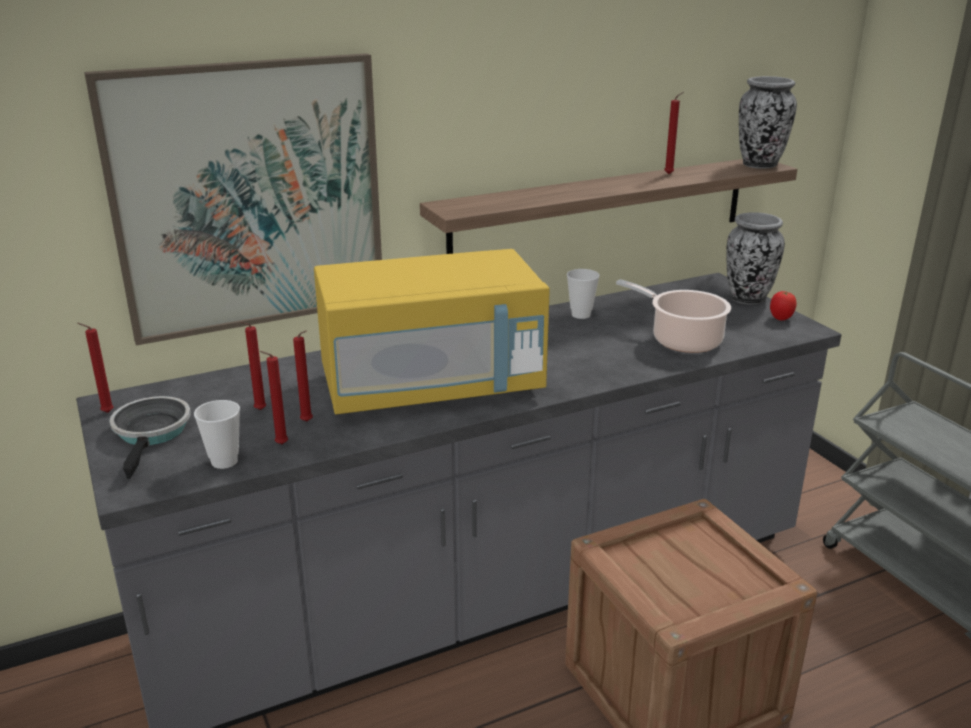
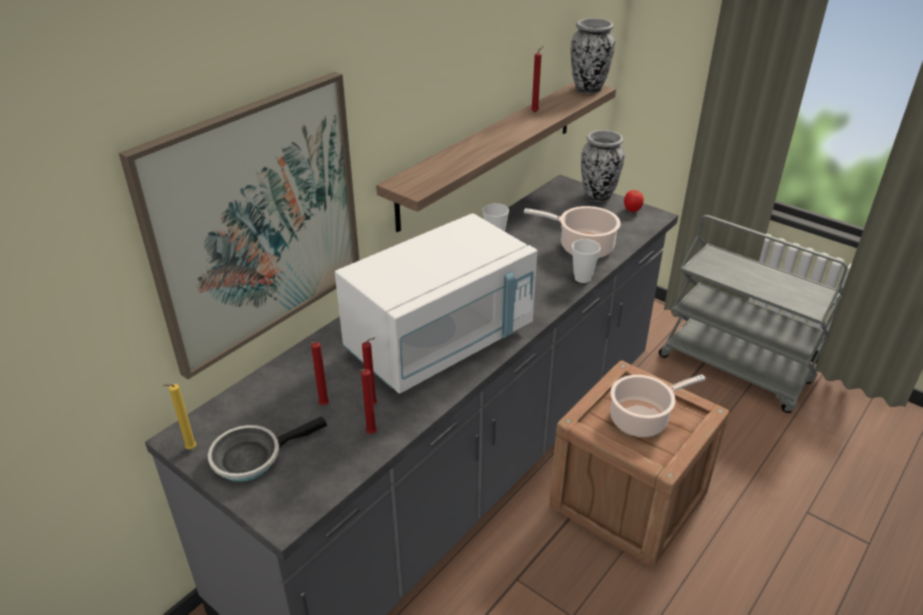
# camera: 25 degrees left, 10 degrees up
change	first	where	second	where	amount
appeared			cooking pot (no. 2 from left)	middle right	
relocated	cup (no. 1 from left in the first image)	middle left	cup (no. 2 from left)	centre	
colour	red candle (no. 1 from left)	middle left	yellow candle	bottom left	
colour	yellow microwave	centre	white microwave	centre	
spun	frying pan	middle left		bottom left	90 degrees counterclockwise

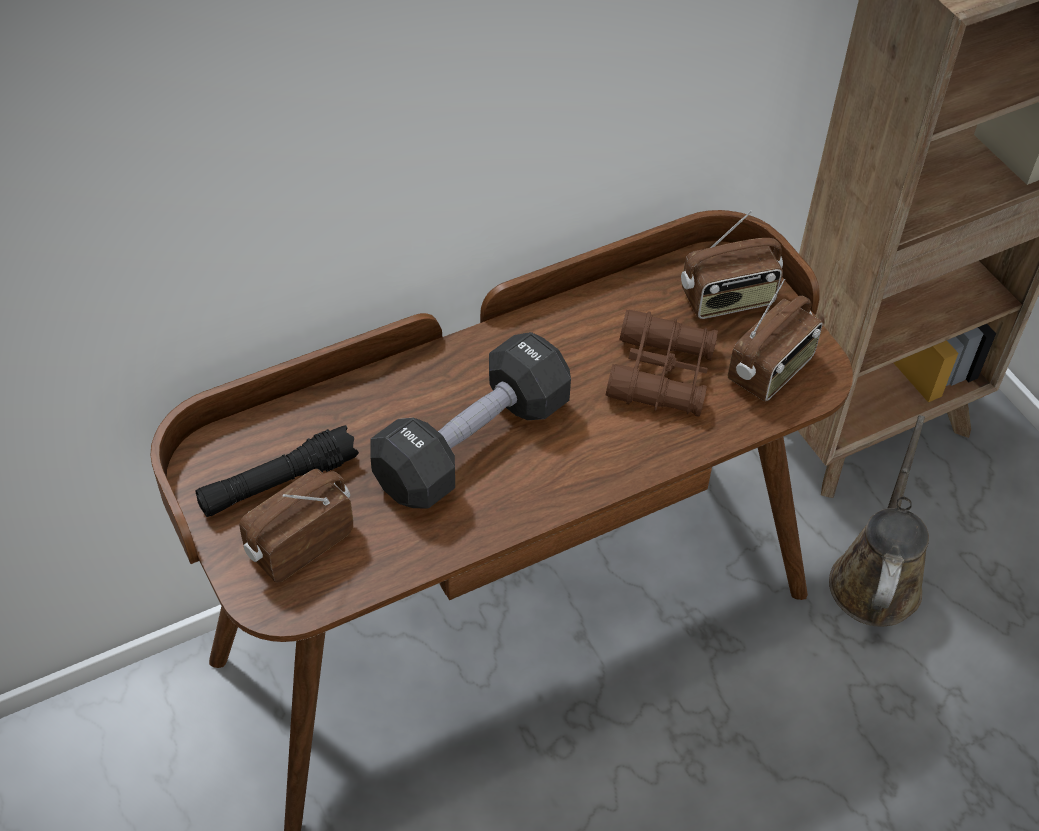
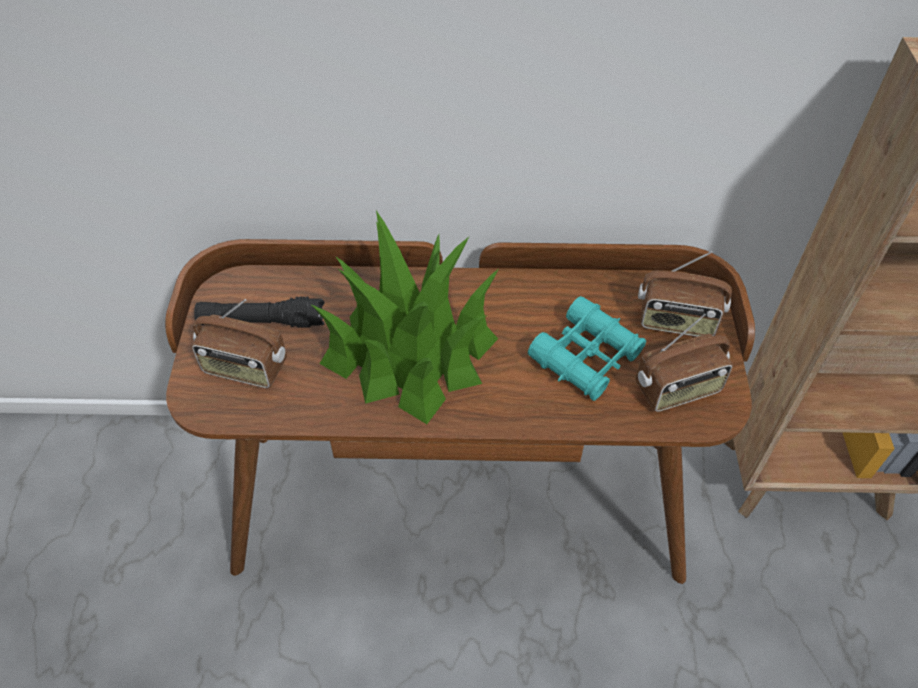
# camera: 30 degrees right, 0 degrees up
change	first	where	second	where	amount
missing	brown watering can	middle right			
exchanged	black dumbbell	centre	potted plant	centre	
colour	brown binoculars	centre	turquoise binoculars	centre	
spun	radio (no. 1 from left)	middle left		middle left	150 degrees counterclockwise

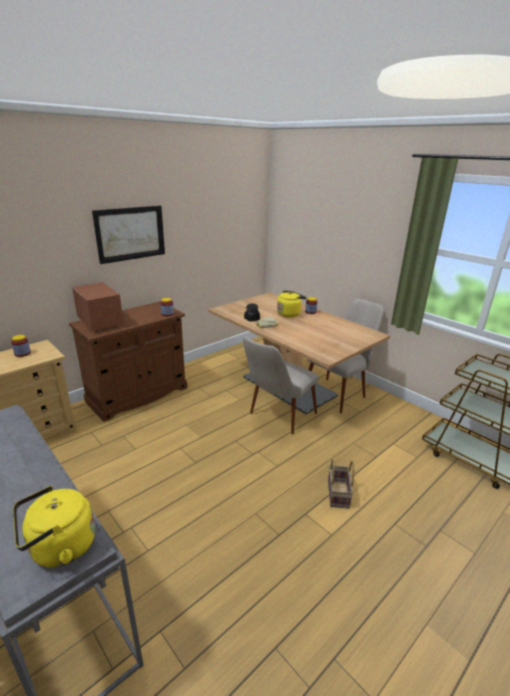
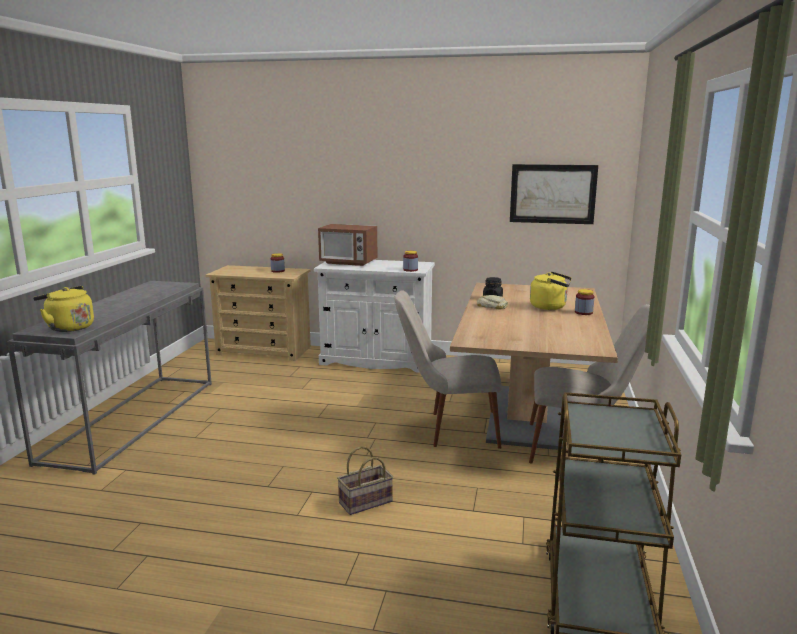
# camera: 55 degrees right, 10 degrees down
change	first	where	second	where	amount
relocated	picture	middle left		top right	
colour	brown cabinet	middle left	white cabinet	centre	
spun	microwave	middle left		centre	90 degrees clockwise

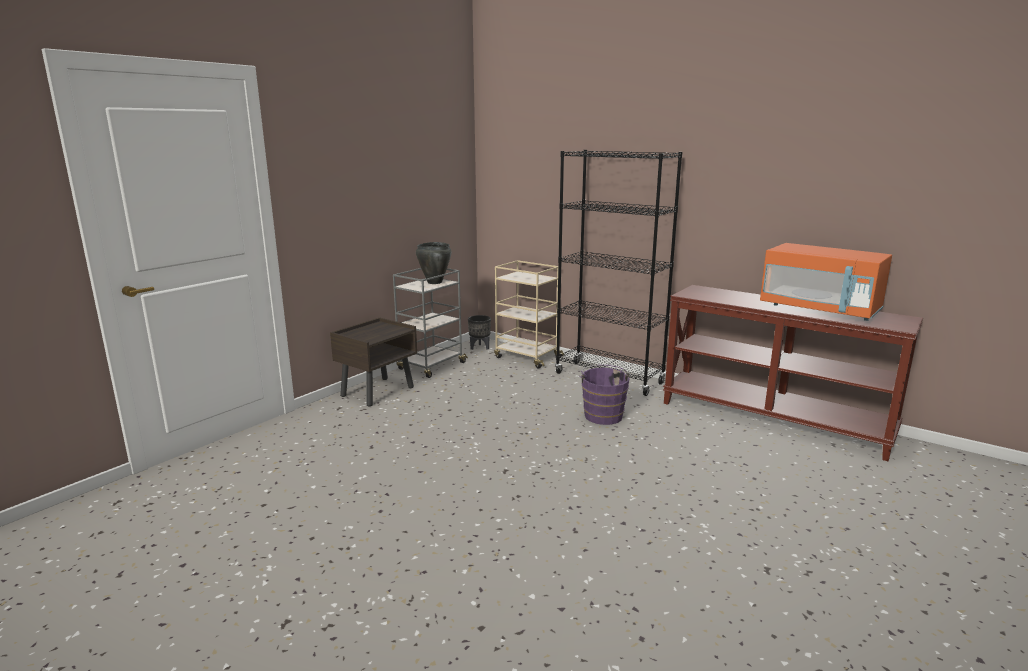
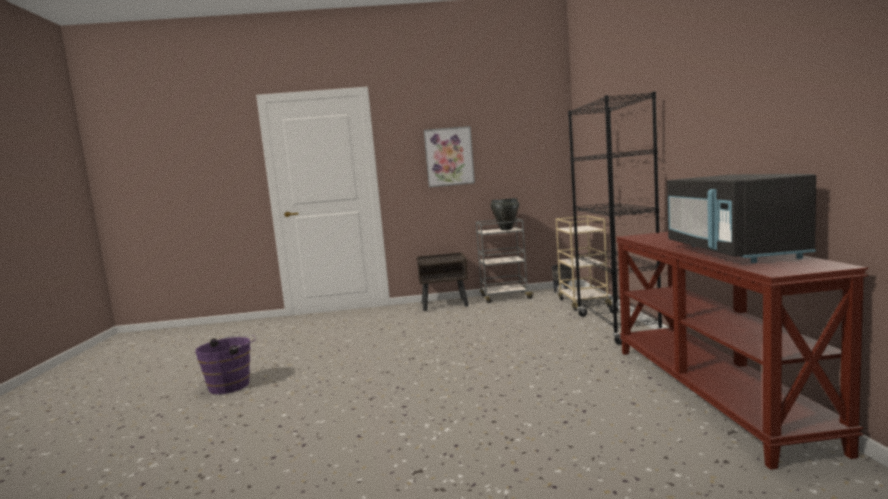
# camera: 50 degrees right, 10 degrees down
change	first	where	second	where	amount
appeared			picture	top centre	
relocated	purple bucket	centre		bottom left	
colour	orange microwave	middle right	black microwave	middle right	

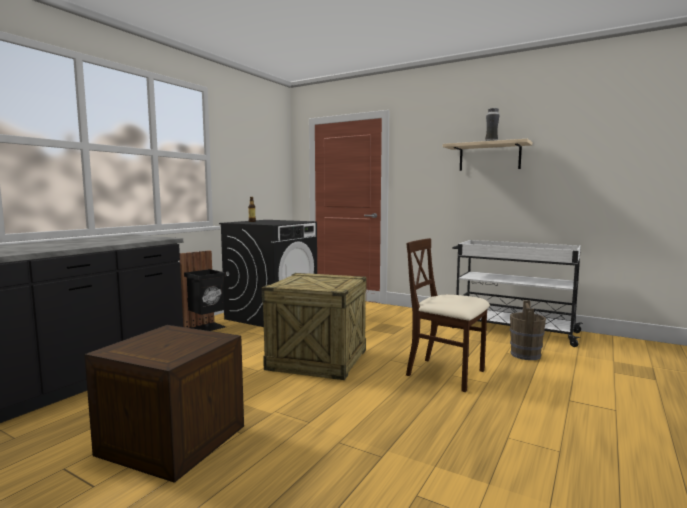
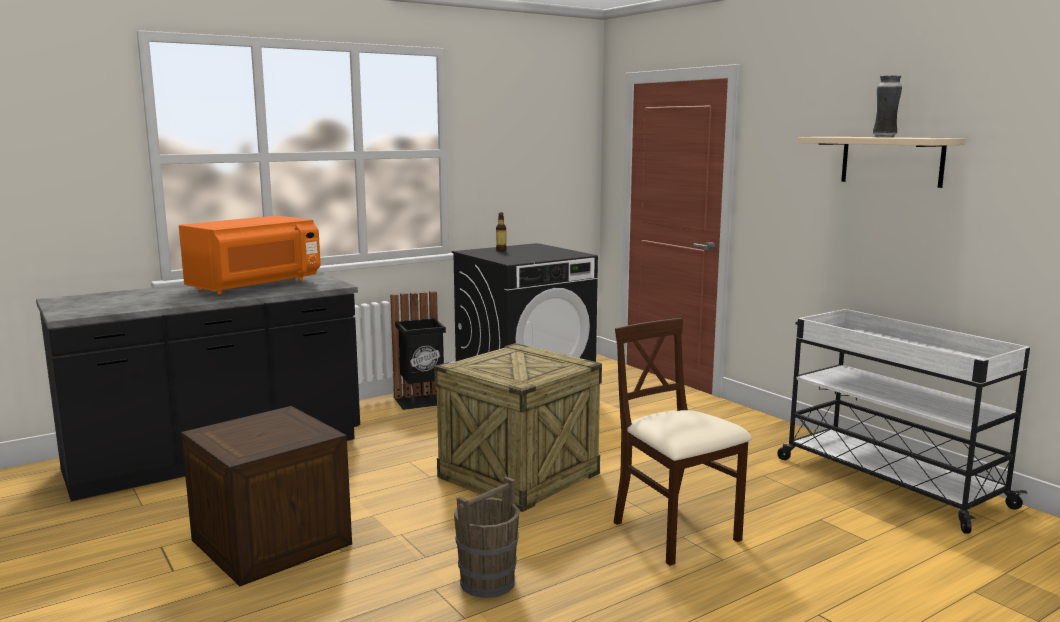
# camera: 25 degrees right, 5 degrees up
change	first	where	second	where	amount
appeared			orange microwave	middle left	
relocated	brown bucket	middle right		bottom centre	

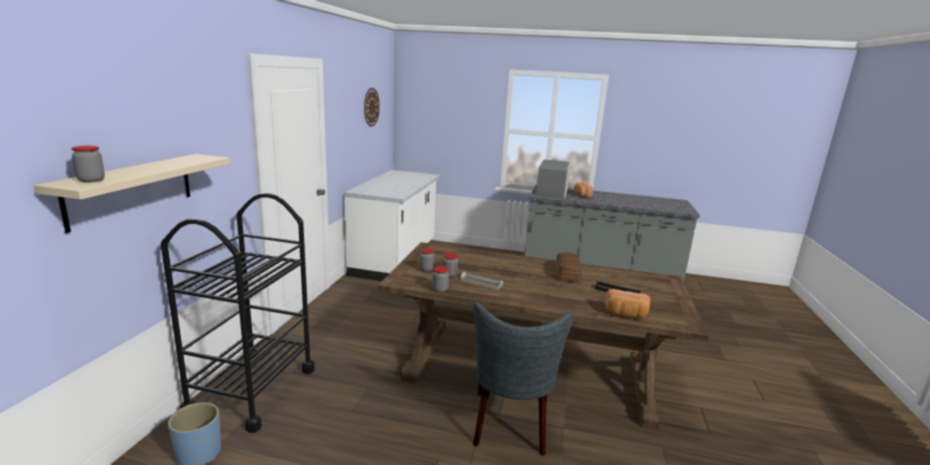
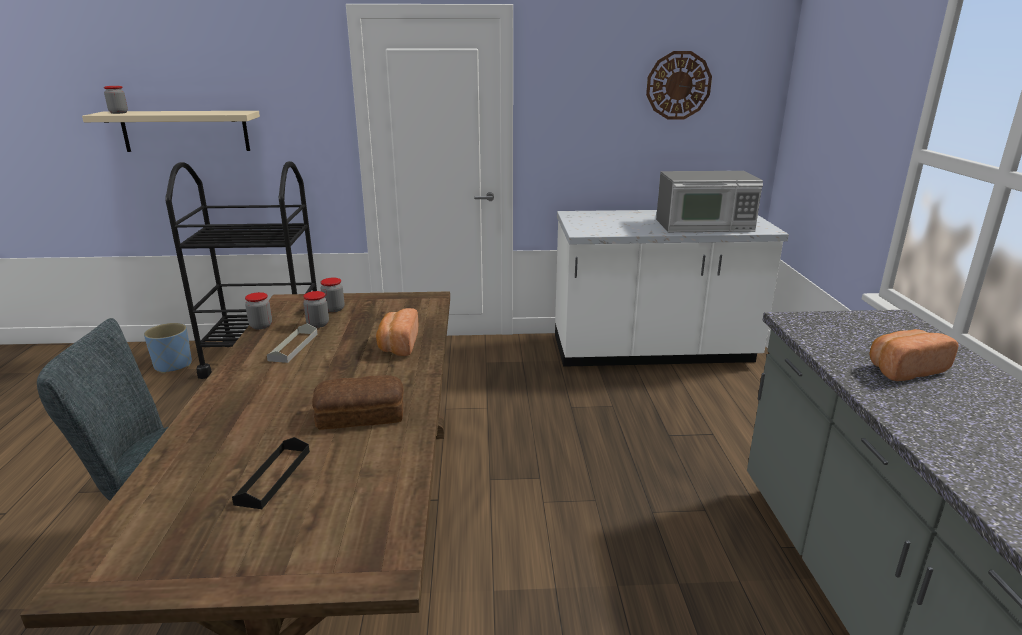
# camera: 75 degrees right, 5 degrees up
change	first	where	second	where	amount
relocated	microwave	centre		top right	
relocated	bread (no. 3 from left in the first image)	middle right	bread (no. 2 from left)	centre	

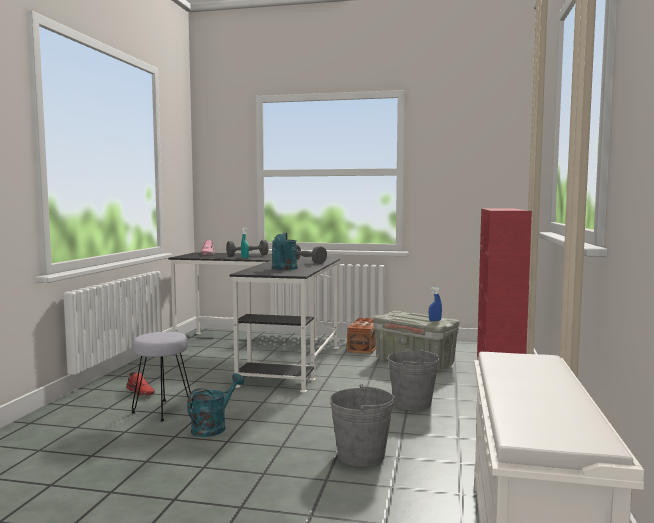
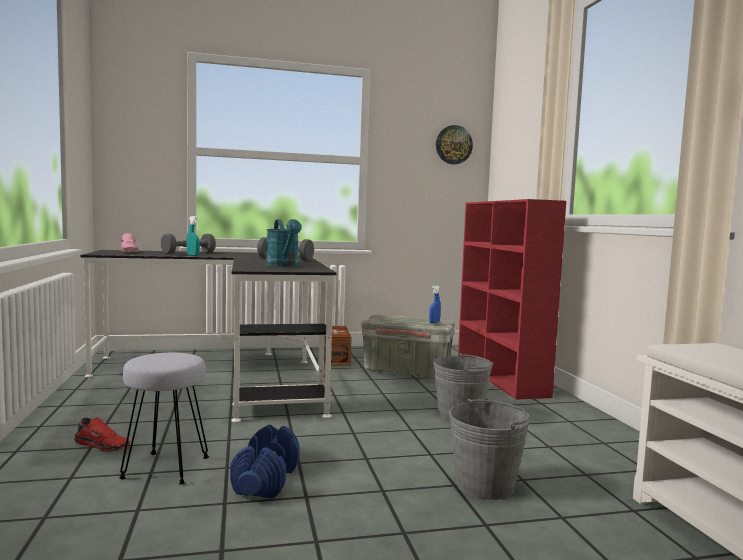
# camera: 25 degrees left, 0 degrees up
change	first	where	second	where	amount
appeared			wall clock	top centre	
exchanged	turquoise watering can (no. 1 from left)	bottom left	blue dumbbell	bottom centre	

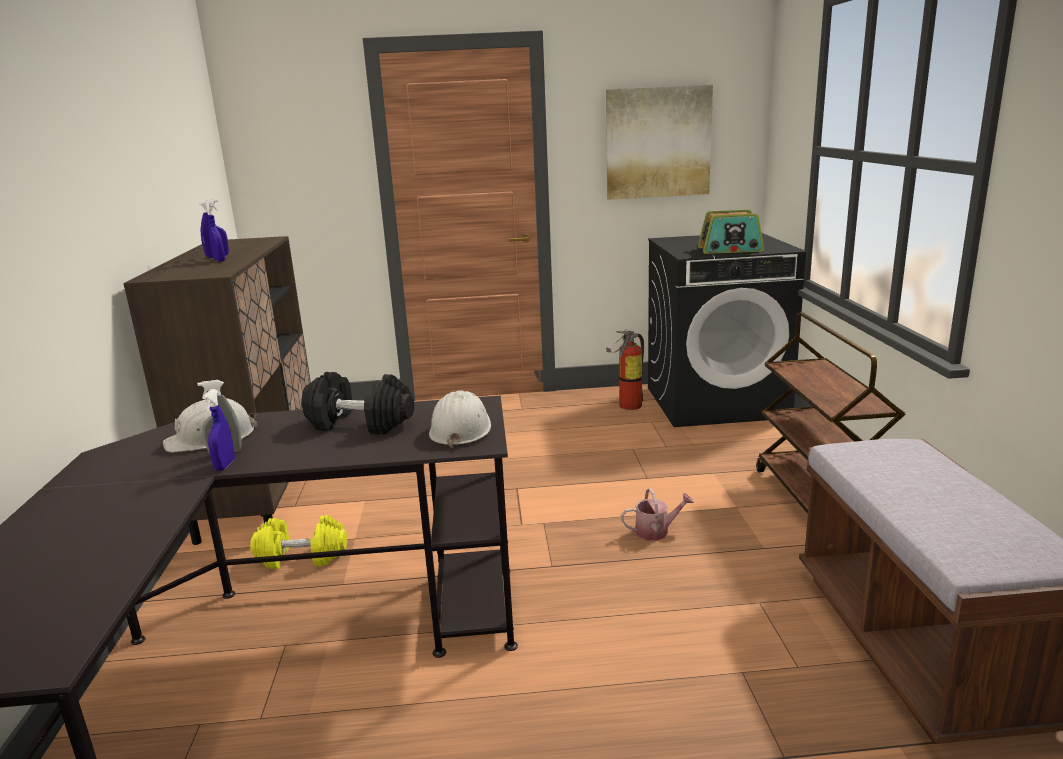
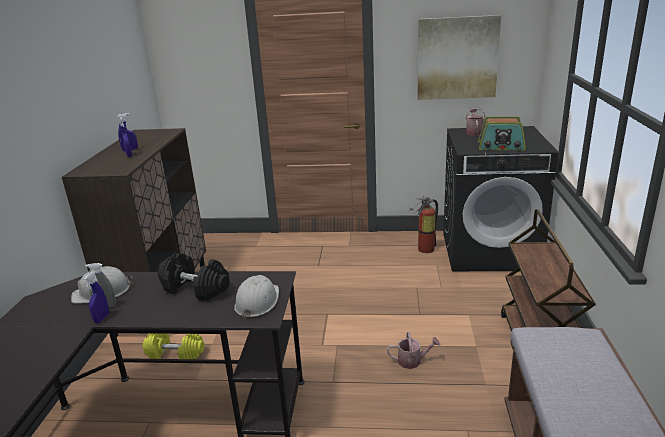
# camera: 10 degrees right, 5 degrees up
change	first	where	second	where	amount
appeared			watering can (no. 2 from left)	top right	

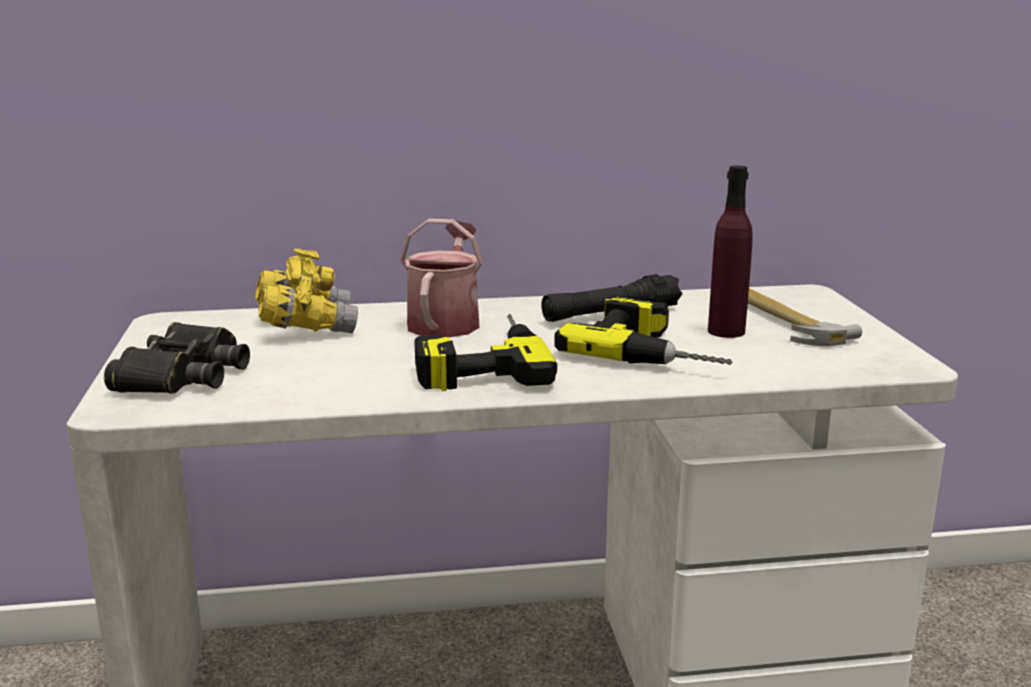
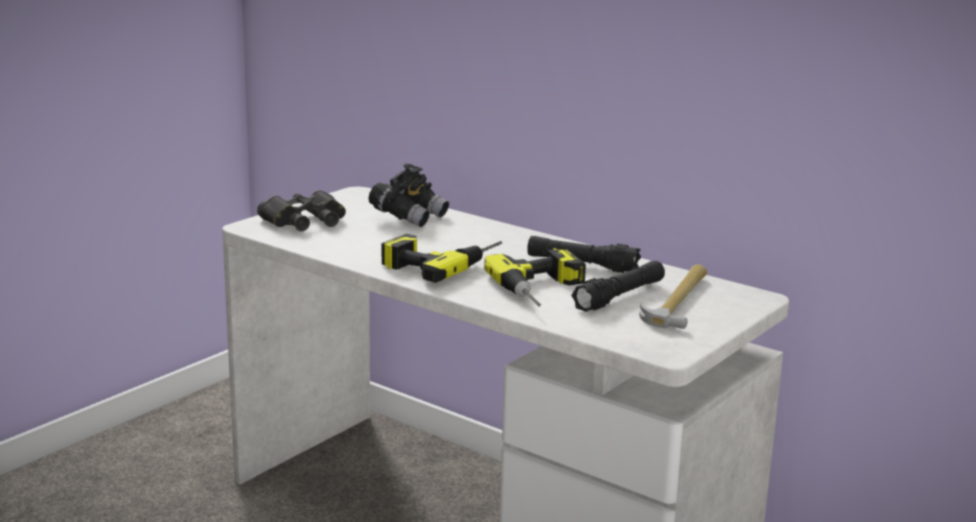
# camera: 45 degrees right, 0 degrees up
change	first	where	second	where	amount
missing	watering can	centre			
exchanged	purple bottle	middle right	black flashlight (no. 2 from left)	centre	
colour	yellow binoculars	middle left	black binoculars (no. 2 from left)	centre	

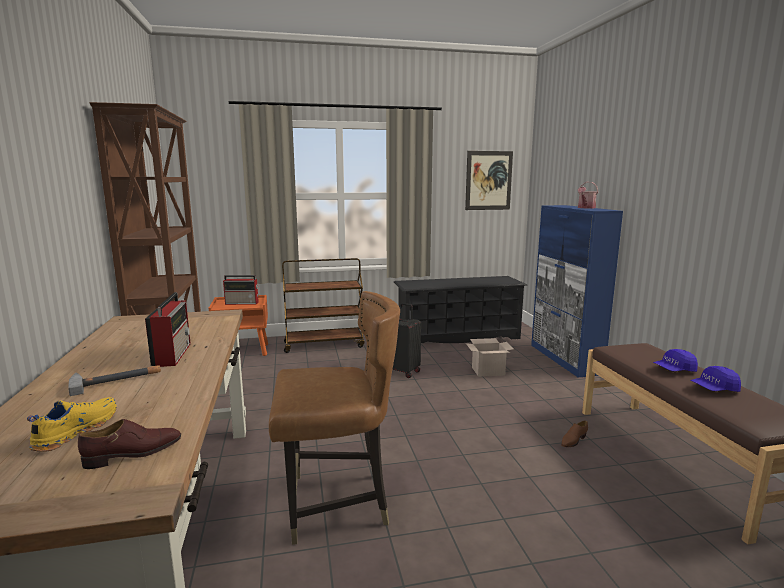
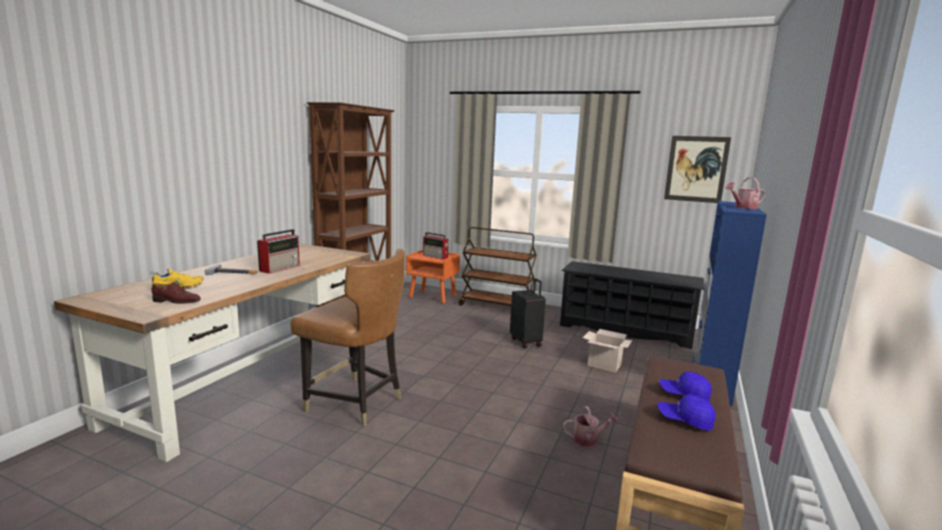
# camera: 35 degrees right, 0 degrees up
change	first	where	second	where	amount
exchanged	brown shoe (no. 2 from left)	bottom right	watering can (no. 1 from left)	bottom centre	

